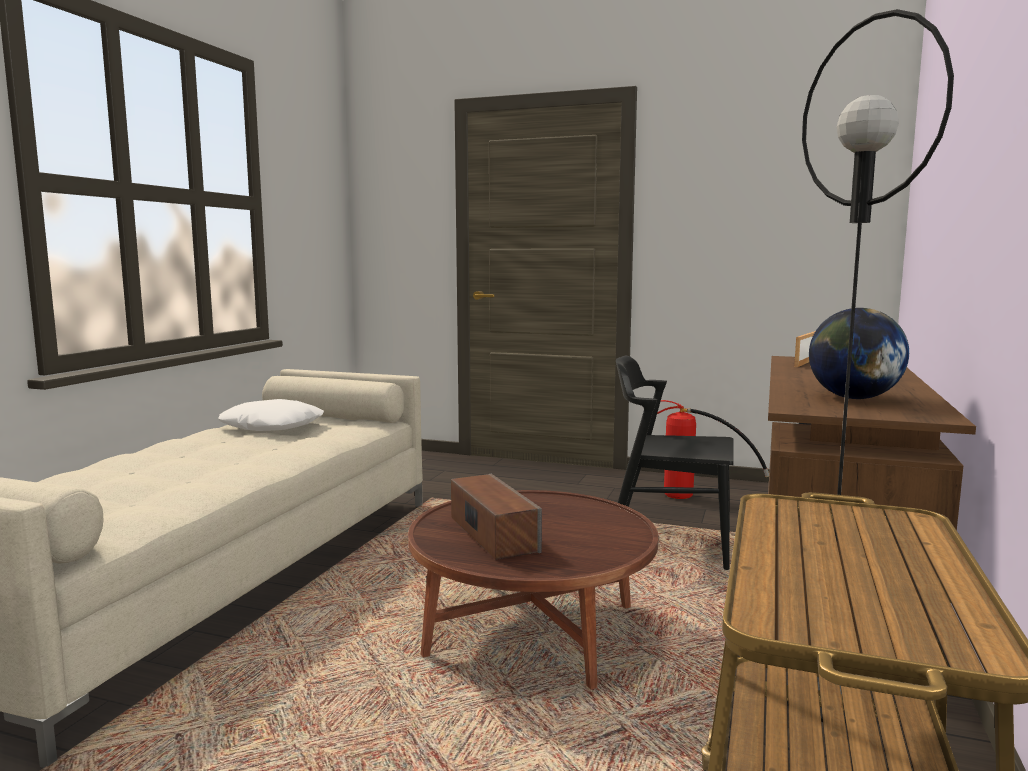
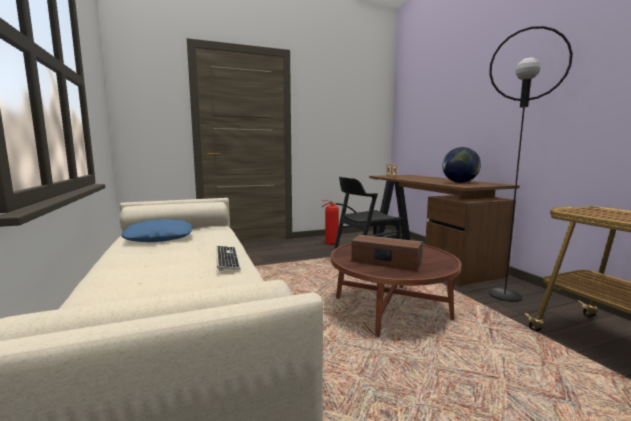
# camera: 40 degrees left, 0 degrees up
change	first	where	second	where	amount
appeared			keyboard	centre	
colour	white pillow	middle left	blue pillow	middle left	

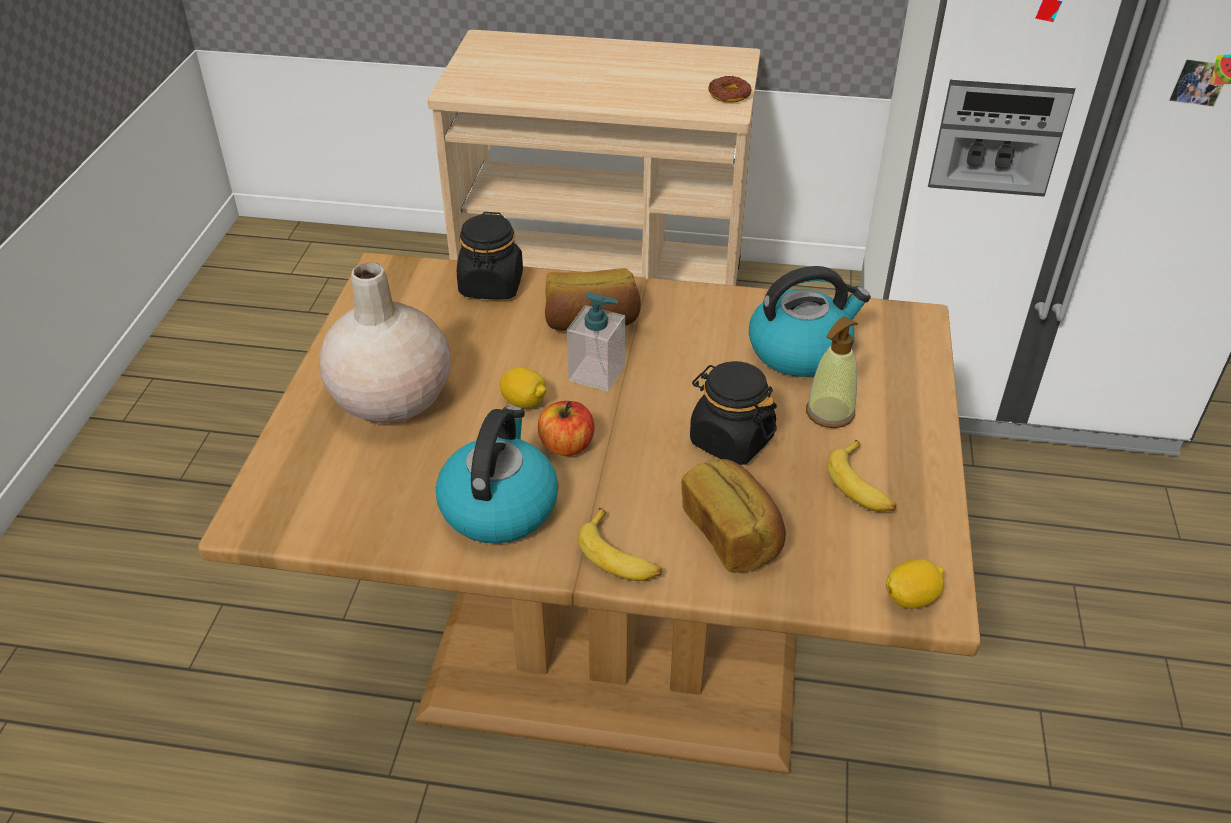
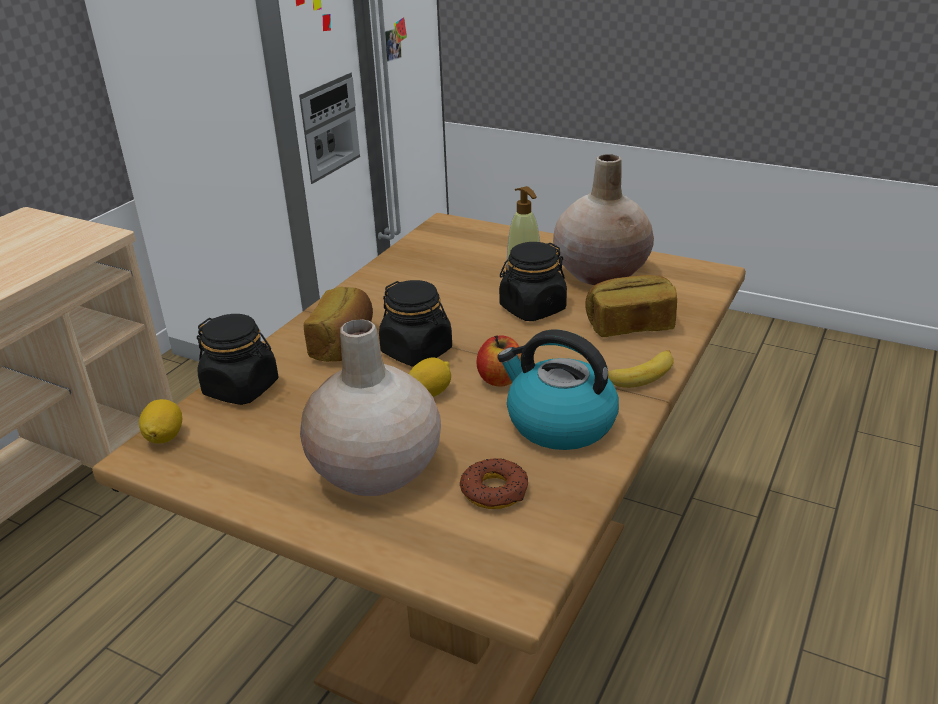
# camera: 70 degrees left, 10 degrees down
change	first	where	second	where	amount
missing	kettle (no. 2 from left)	centre			
relocated	donut	top centre		bottom centre	
relocated	lemon (no. 2 from left in the first image)	bottom right	lemon (no. 1 from left)	middle left	
exchanged	soap dispenser (no. 1 from left)	centre	black jar (no. 2 from left)	centre	
exchanged	banana (no. 2 from left)	middle right	beige vase (no. 2 from left)	top centre	

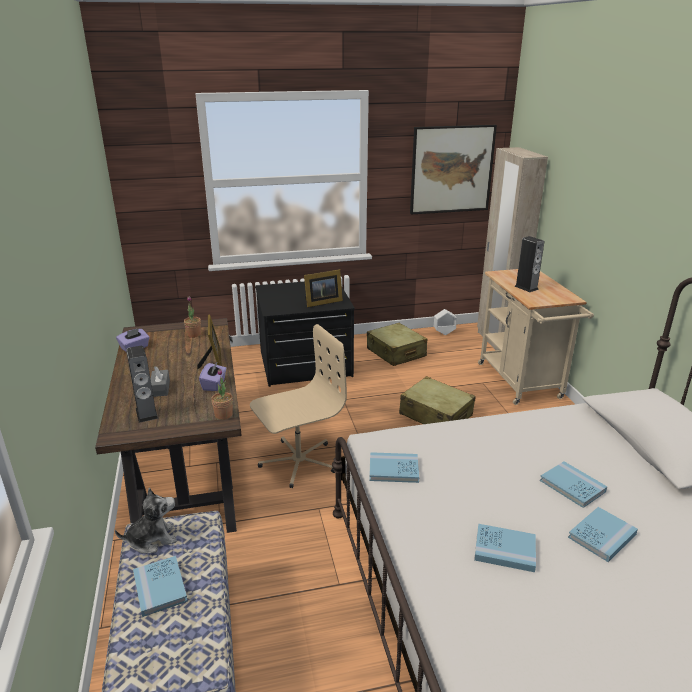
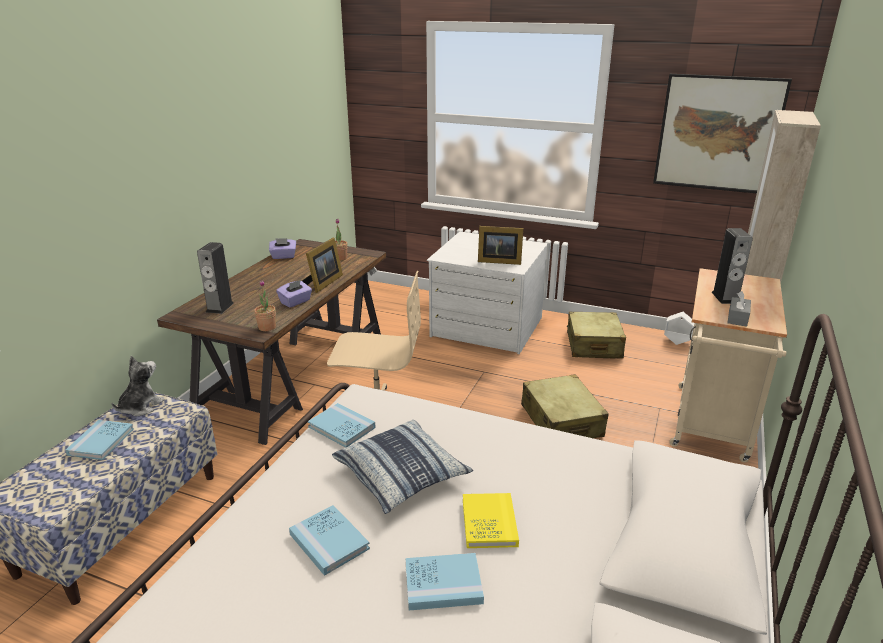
# camera: 35 degrees right, 0 degrees up
change	first	where	second	where	amount
appeared			pillow	bottom centre	
relocated	grey tissue box	middle left		middle right	
colour	black dresser	centre	white dresser	centre	
colour	blue book (no. 4 from left)	bottom right	yellow book	bottom centre	
spun	plush toy	bottom left		middle left	75 degrees counterclockwise

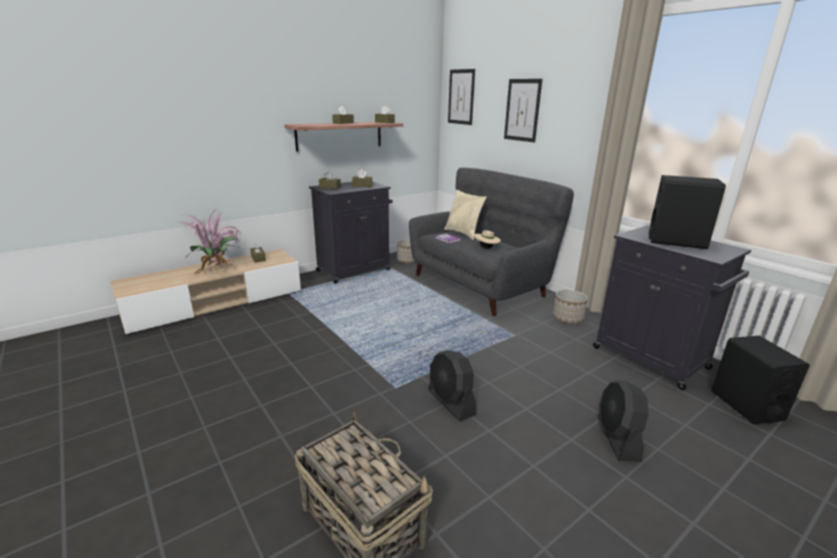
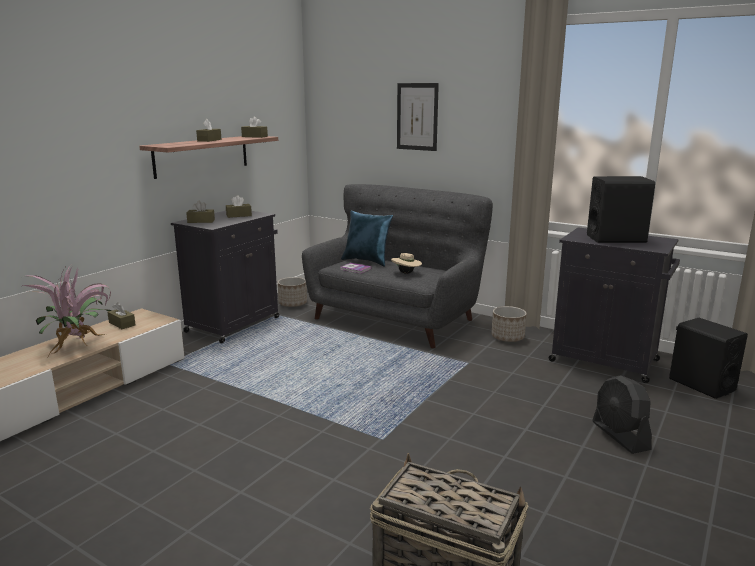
# camera: 20 degrees left, 5 degrees down
change	first	where	second	where	amount
missing	black fan (no. 1 from left)	bottom centre			
missing	picture (no. 1 from left)	top centre			
colour	beige pillow	centre	blue pillow	centre	

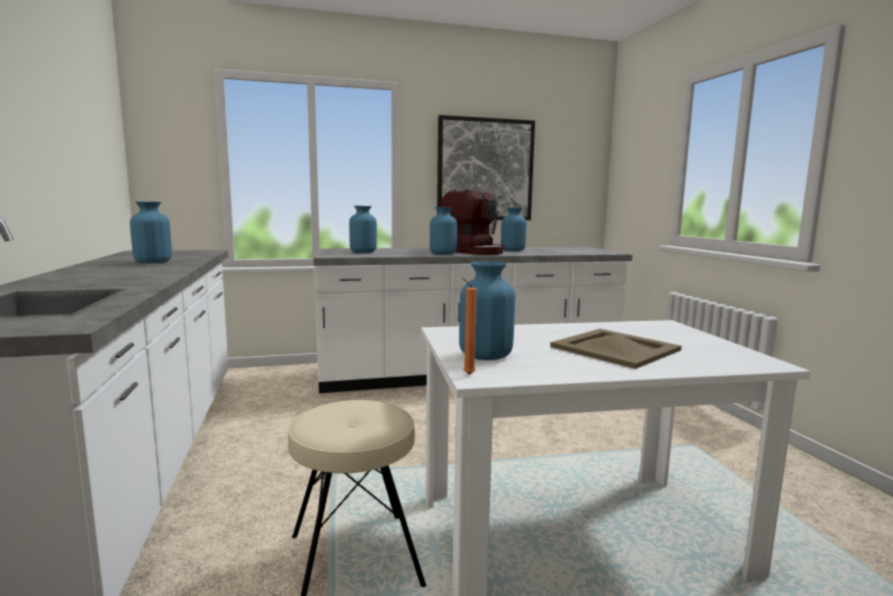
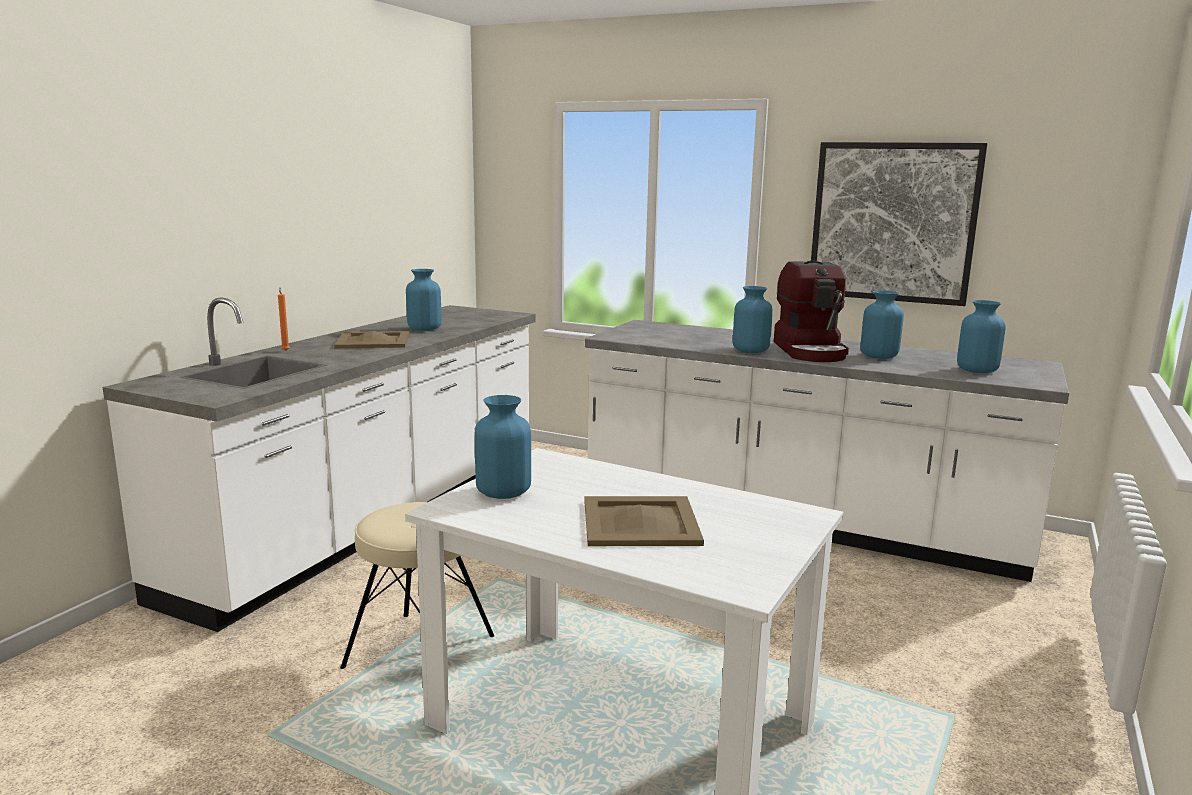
# camera: 40 degrees right, 5 degrees up
change	first	where	second	where	amount
appeared			beige tray (no. 1 from left)	middle left	
relocated	blue vase (no. 2 from left in the first image)	centre	blue vase (no. 5 from left)	middle right	
relocated	orange candle	centre		middle left	

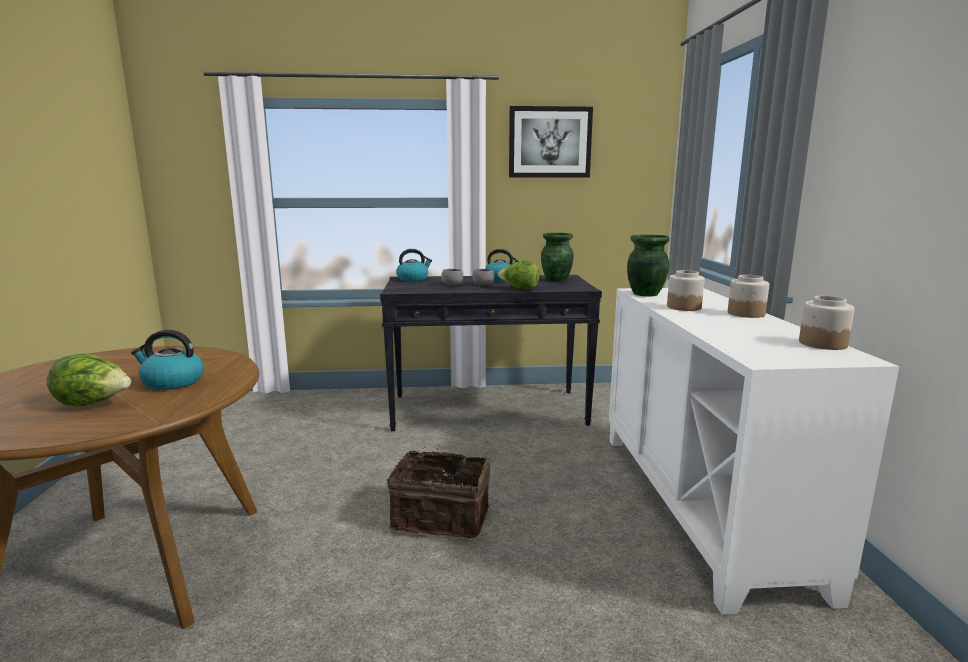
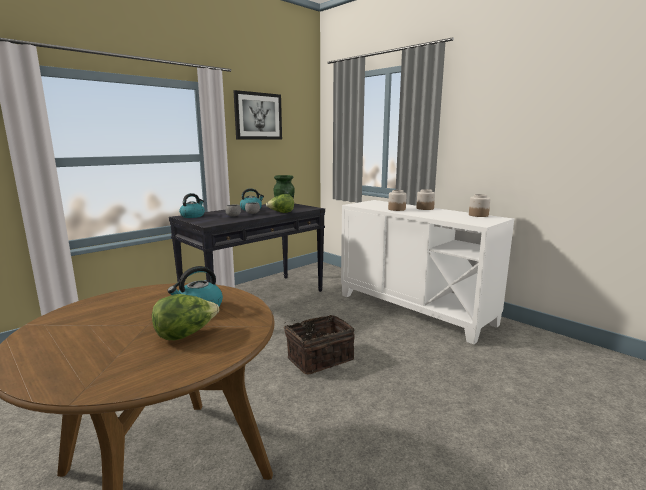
# camera: 40 degrees left, 0 degrees up
change	first	where	second	where	amount
missing	green vase (no. 2 from left)	middle right			

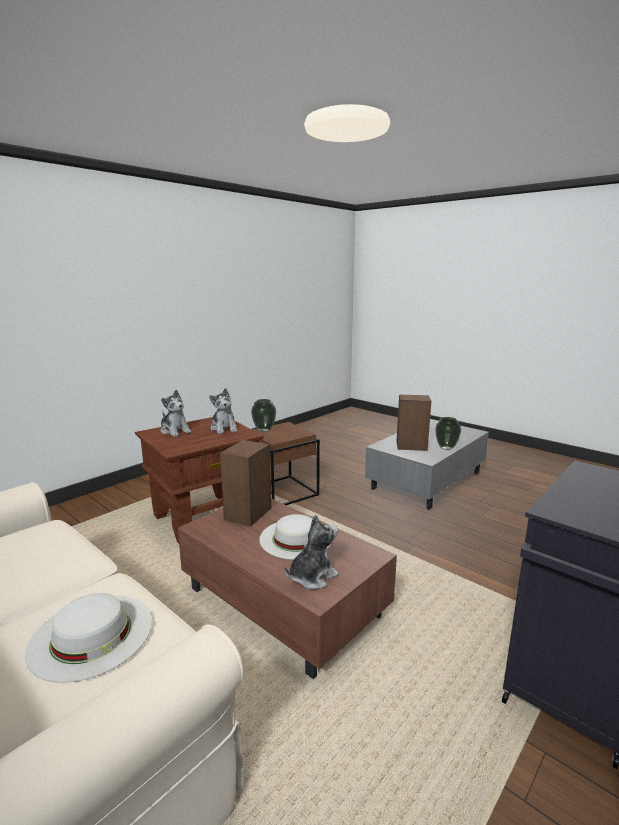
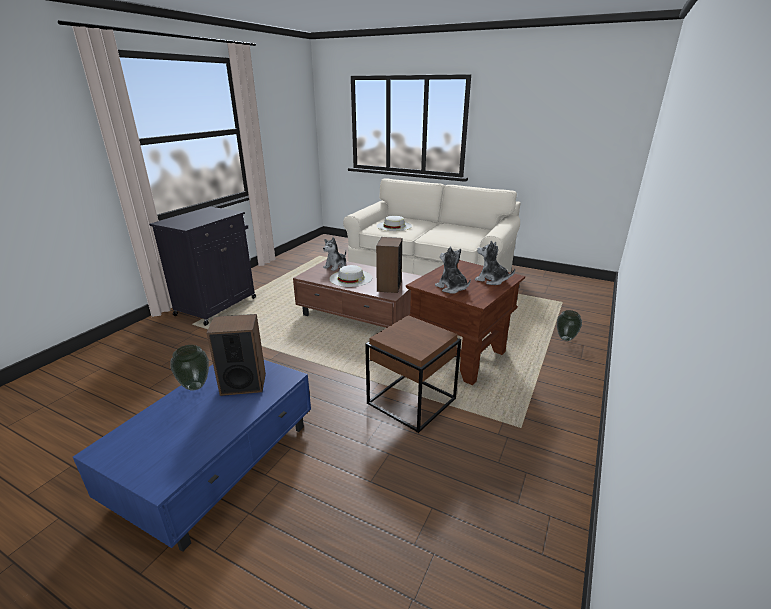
# camera: 165 degrees right, 10 degrees up
change	first	where	second	where	amount
relocated	vase (no. 1 from left in the first image)	centre	vase (no. 2 from left)	middle right	
colour	grey coffee table	middle right	blue coffee table	bottom left	

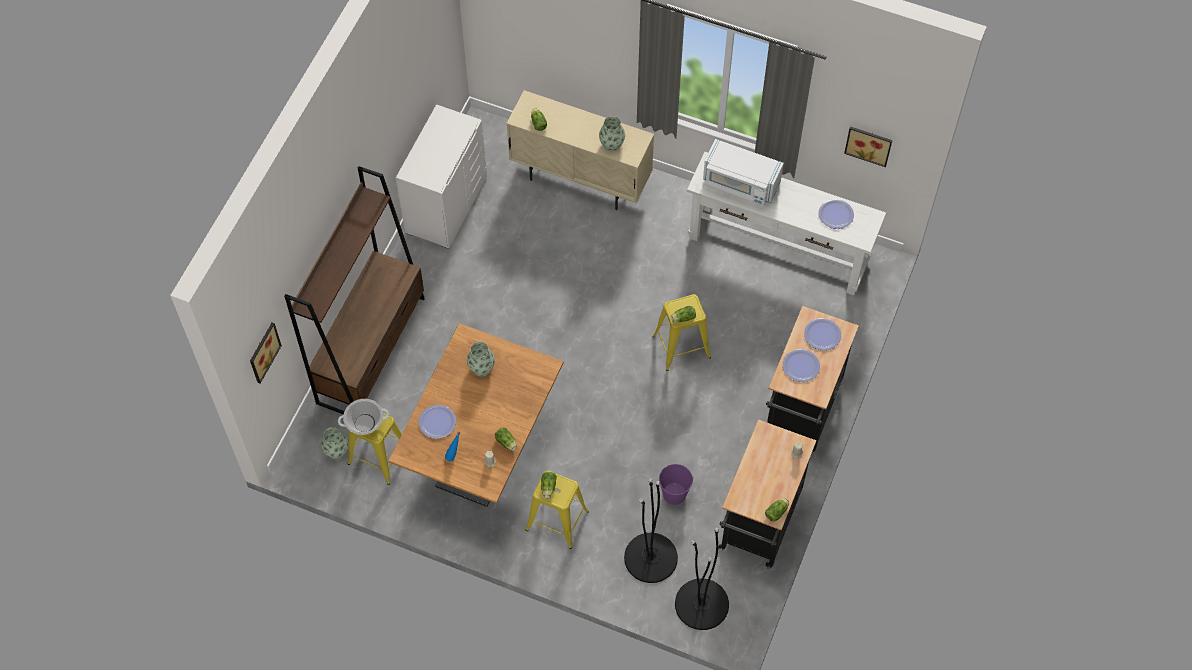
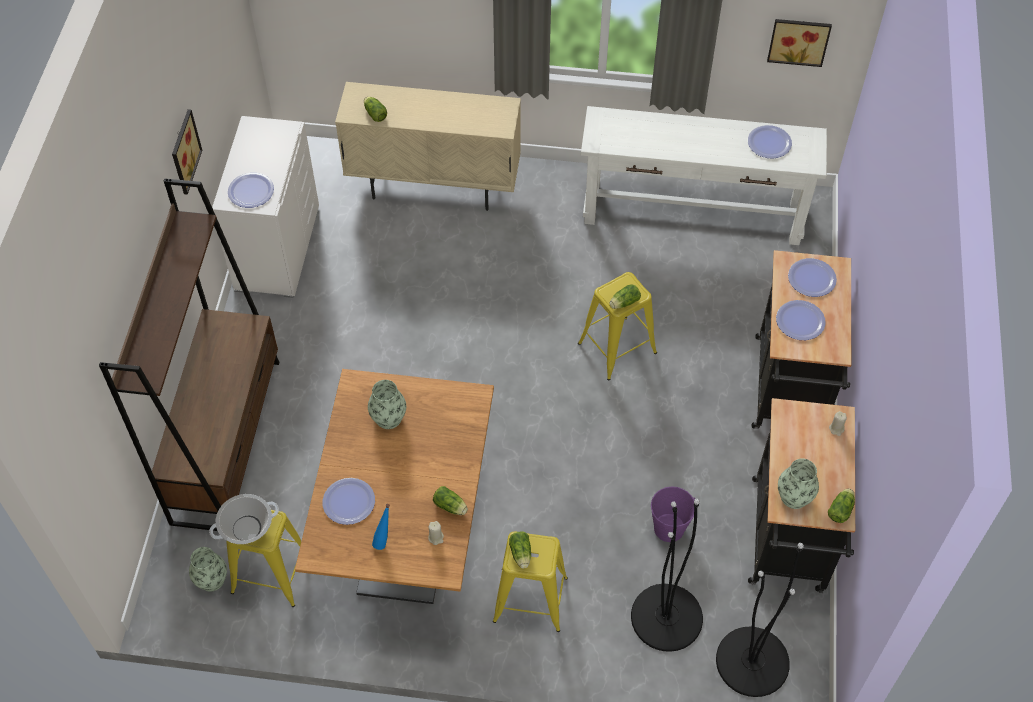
# camera: 15 degrees left, 5 degrees down
change	first	where	second	where	amount
missing	white microwave	top centre			
appeared			plate (no. 1 from left)	top left	
relocated	picture (no. 1 from left)	middle left		top left	
relocated	vase (no. 3 from left)	top centre		bottom right	

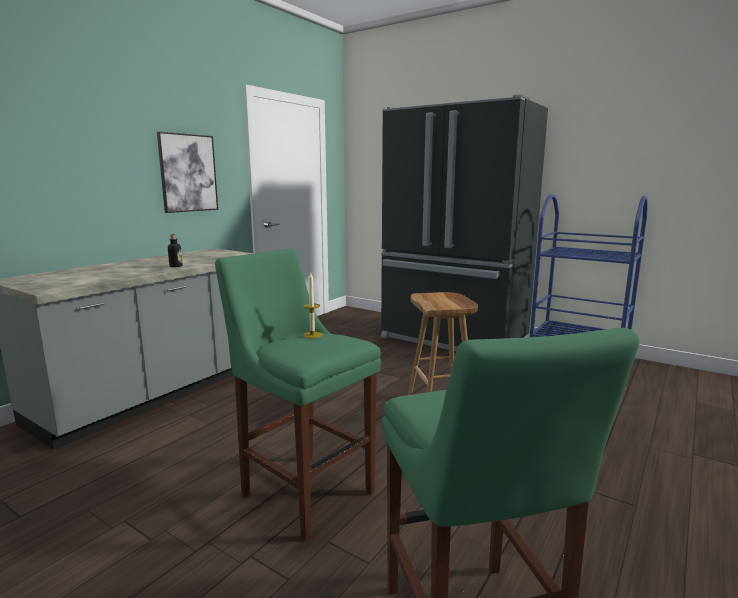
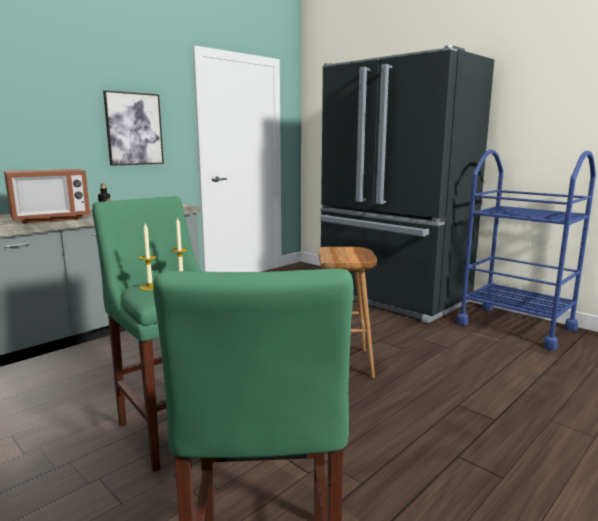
# camera: 10 degrees right, 0 degrees up
change	first	where	second	where	amount
appeared			microwave	middle left	
appeared			candle (no. 1 from left)	middle left	

